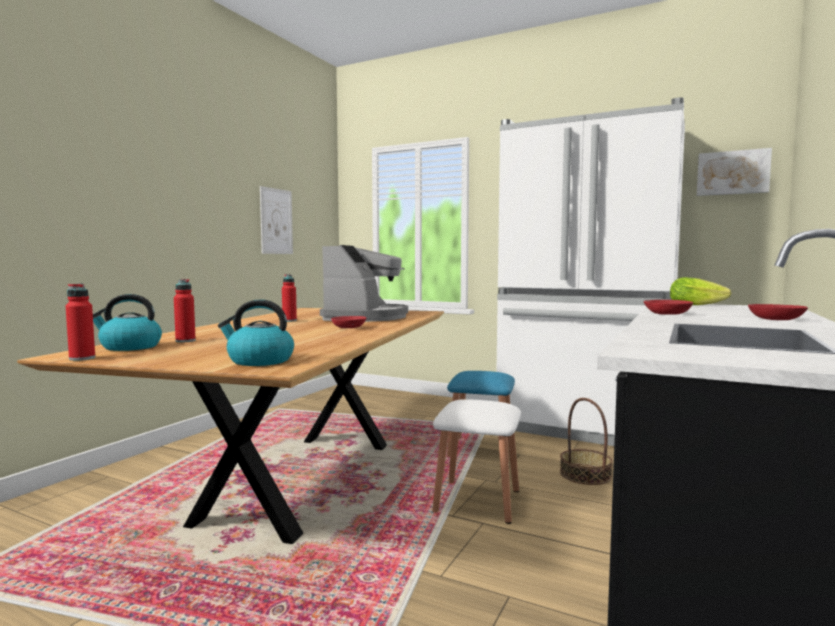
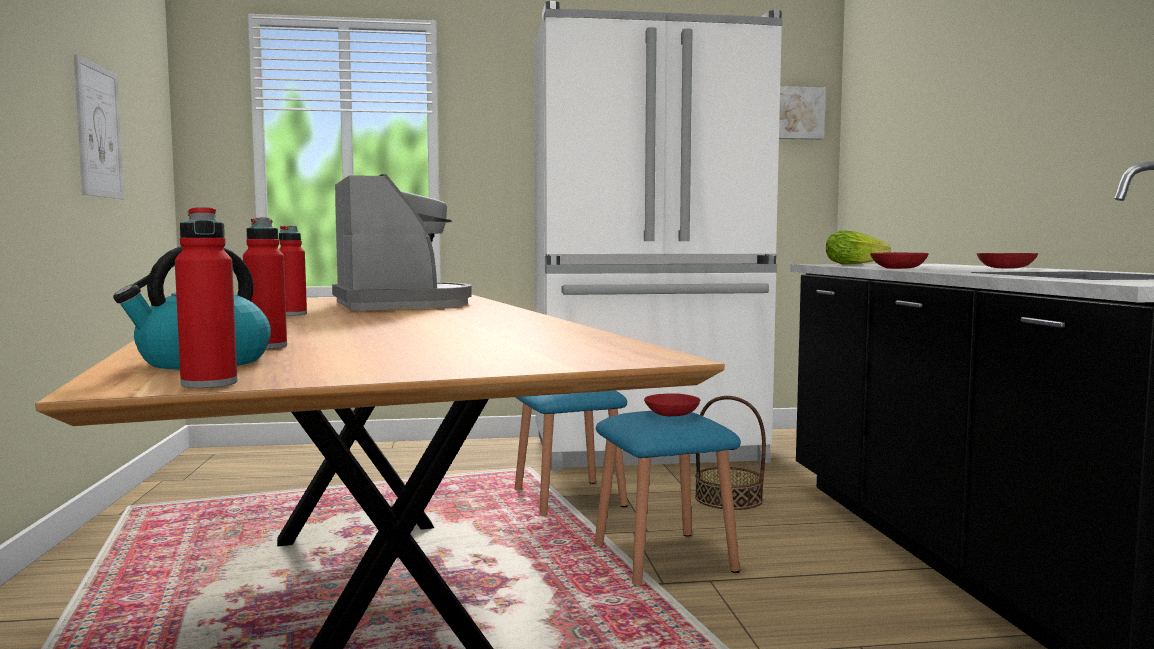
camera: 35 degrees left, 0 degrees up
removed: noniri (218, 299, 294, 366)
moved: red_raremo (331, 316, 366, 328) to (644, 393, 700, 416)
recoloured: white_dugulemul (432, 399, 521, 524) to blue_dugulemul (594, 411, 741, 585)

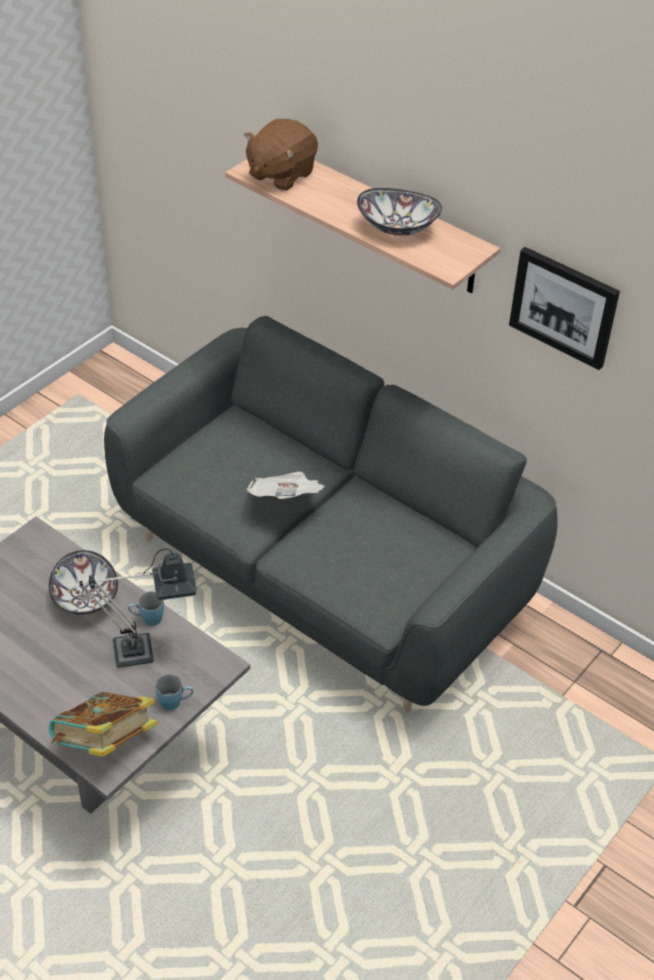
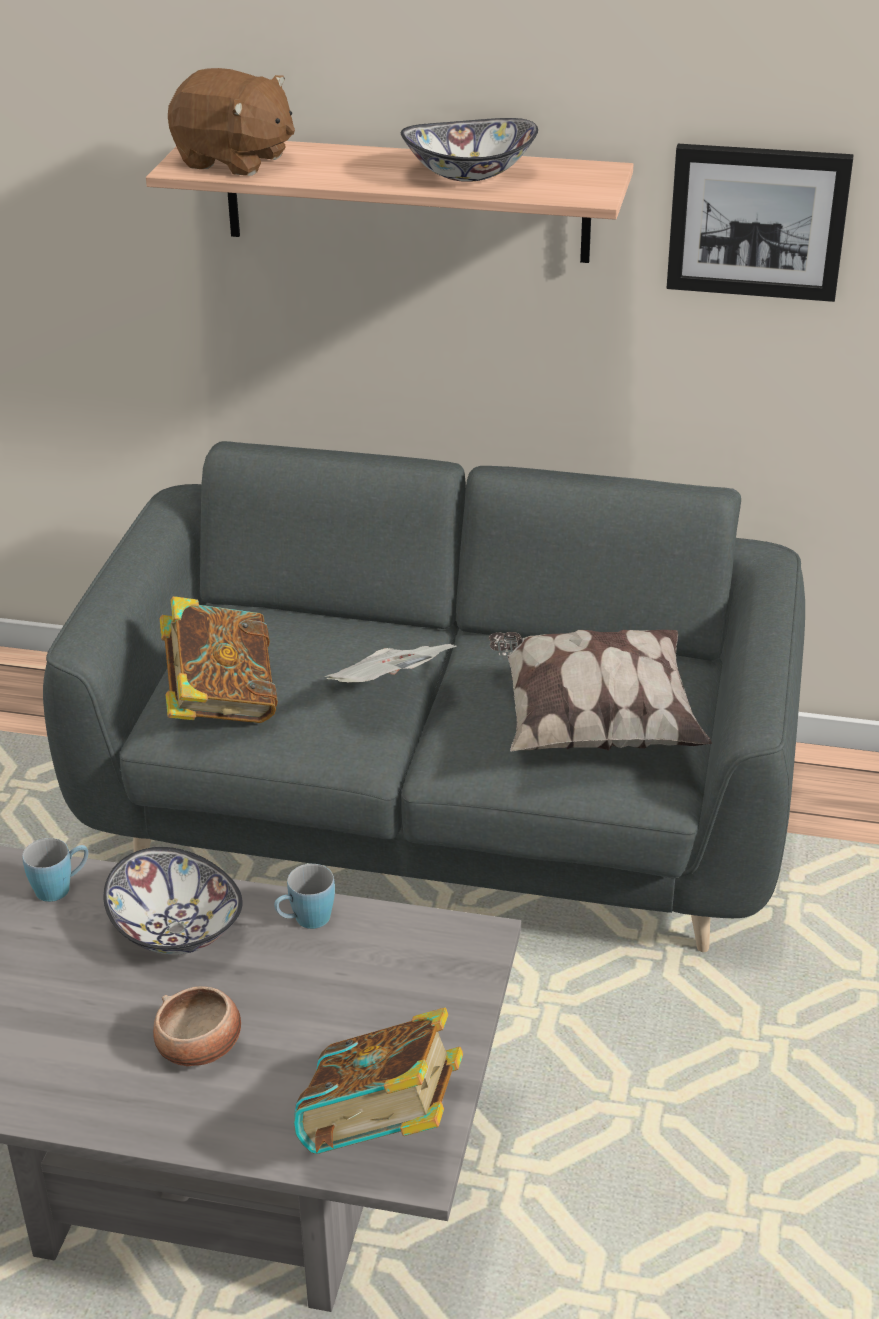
camera: 25 degrees left, 10 degrees down
removed: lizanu (79, 549, 197, 668)
added: raremo (153, 986, 241, 1066); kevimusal (160, 596, 278, 723); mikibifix (489, 630, 712, 752)
moved: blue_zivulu (155, 674, 194, 710) to (22, 838, 88, 902)
turned: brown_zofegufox (244, 119, 318, 191) = (168, 68, 295, 176) 75 degrees counterclockwise

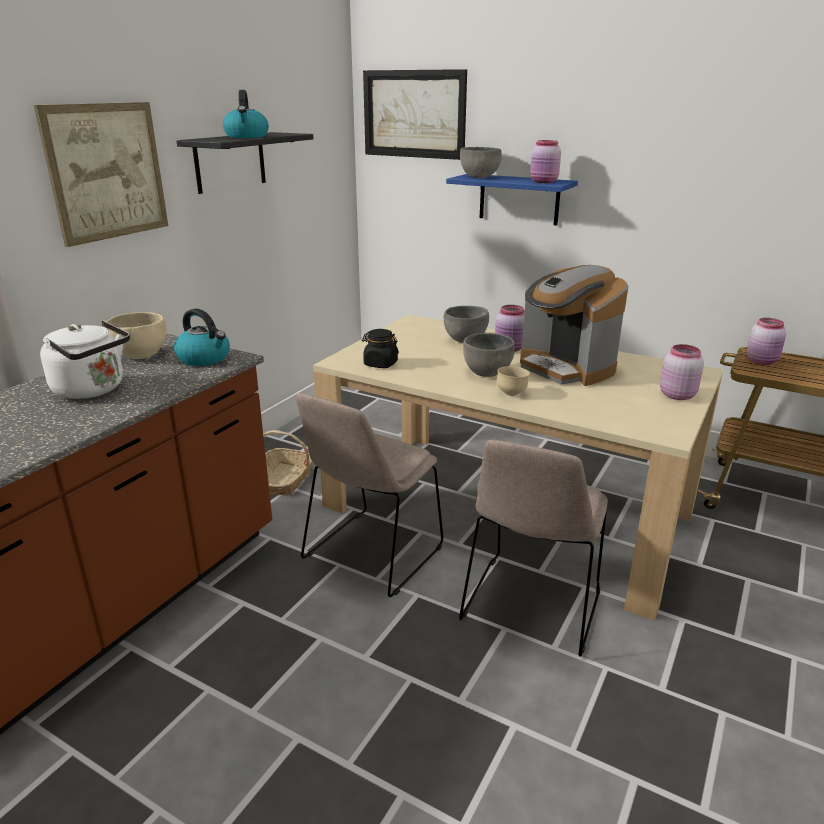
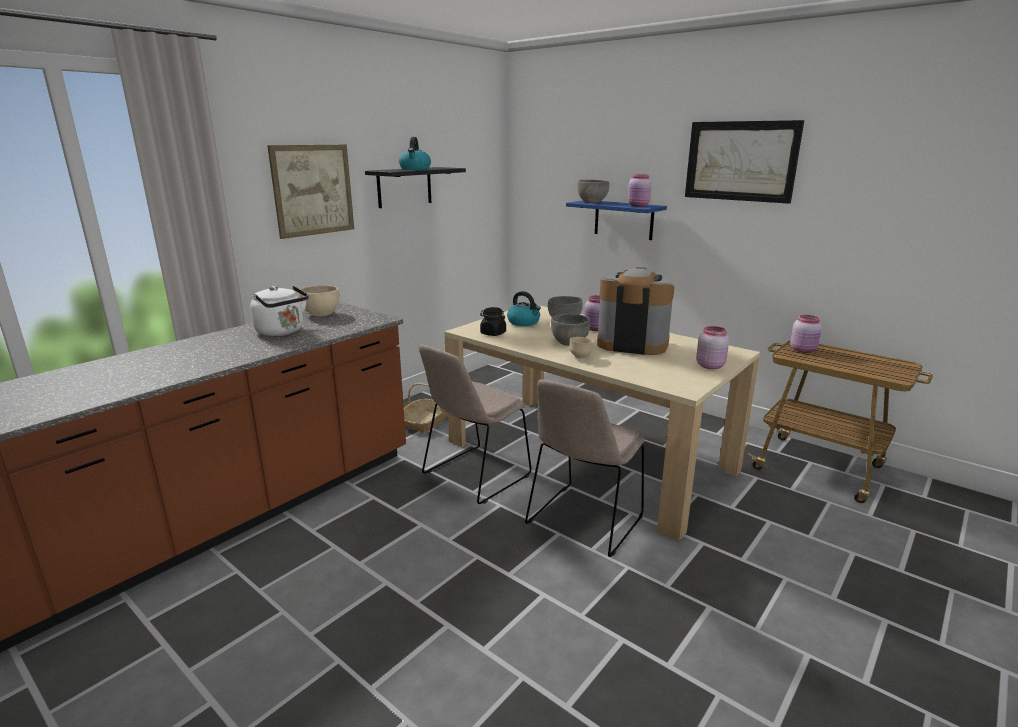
camera: 10 degrees right, 5 degrees down
moved: noniri (174, 309, 230, 366) to (507, 291, 541, 326); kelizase (363, 69, 467, 160) to (685, 120, 804, 204)
turned: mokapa (520, 265, 628, 386) = (597, 267, 675, 355) 135 degrees clockwise

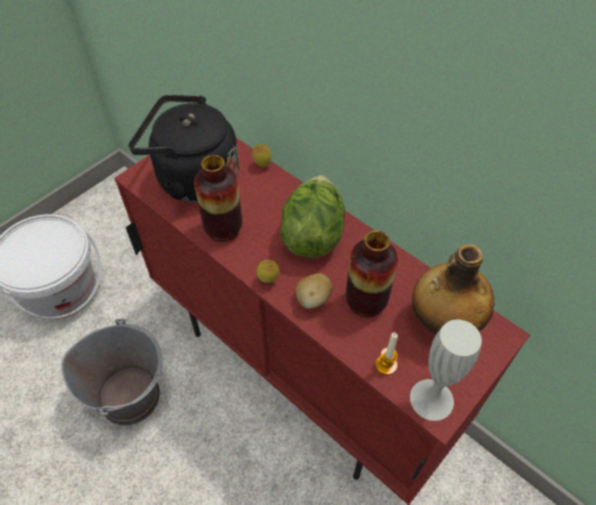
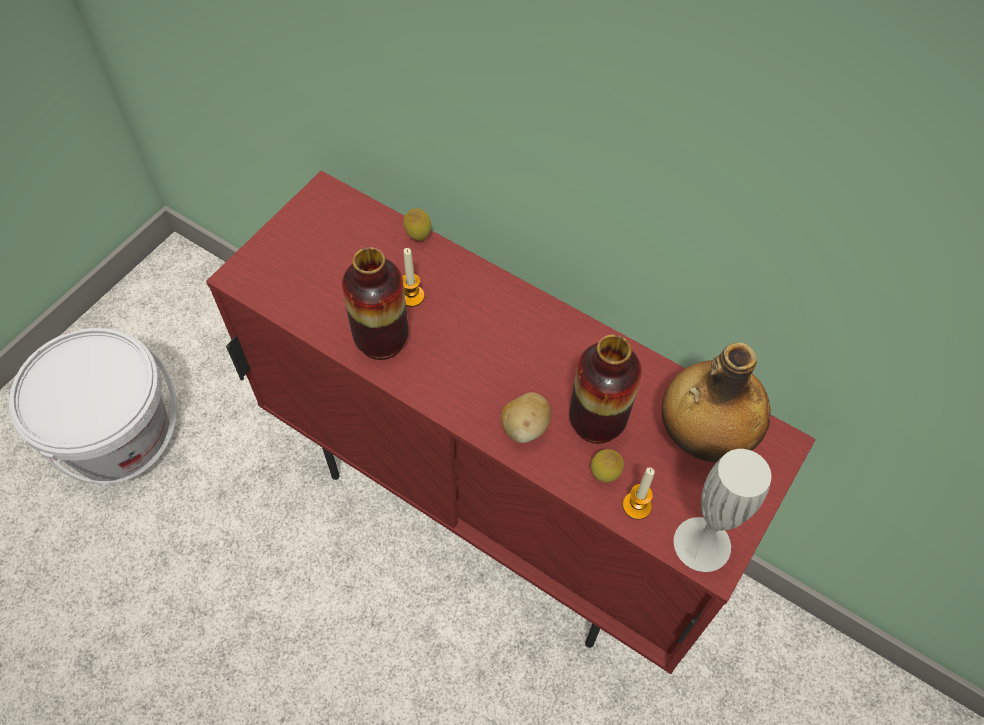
camera: 10 degrees left, 5 degrees up
removed: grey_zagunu (61, 318, 163, 426); black_noniri (128, 95, 239, 203); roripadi (280, 175, 345, 258)
added: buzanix (402, 248, 425, 307)
moved: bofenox (256, 259, 279, 283) to (591, 449, 624, 482)

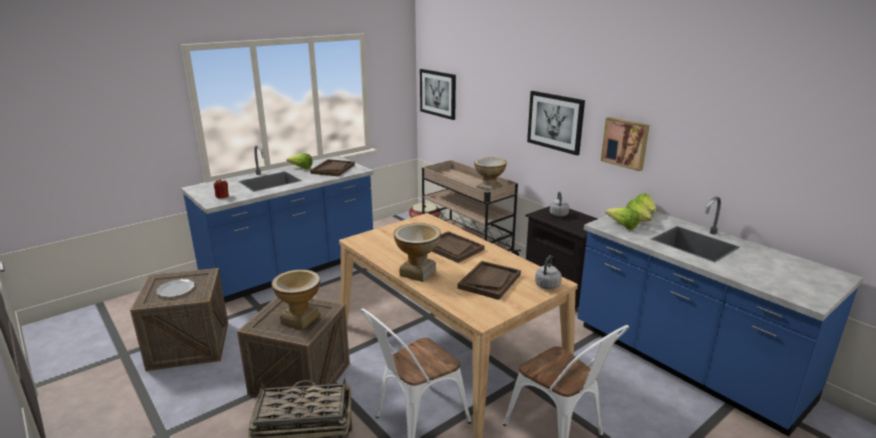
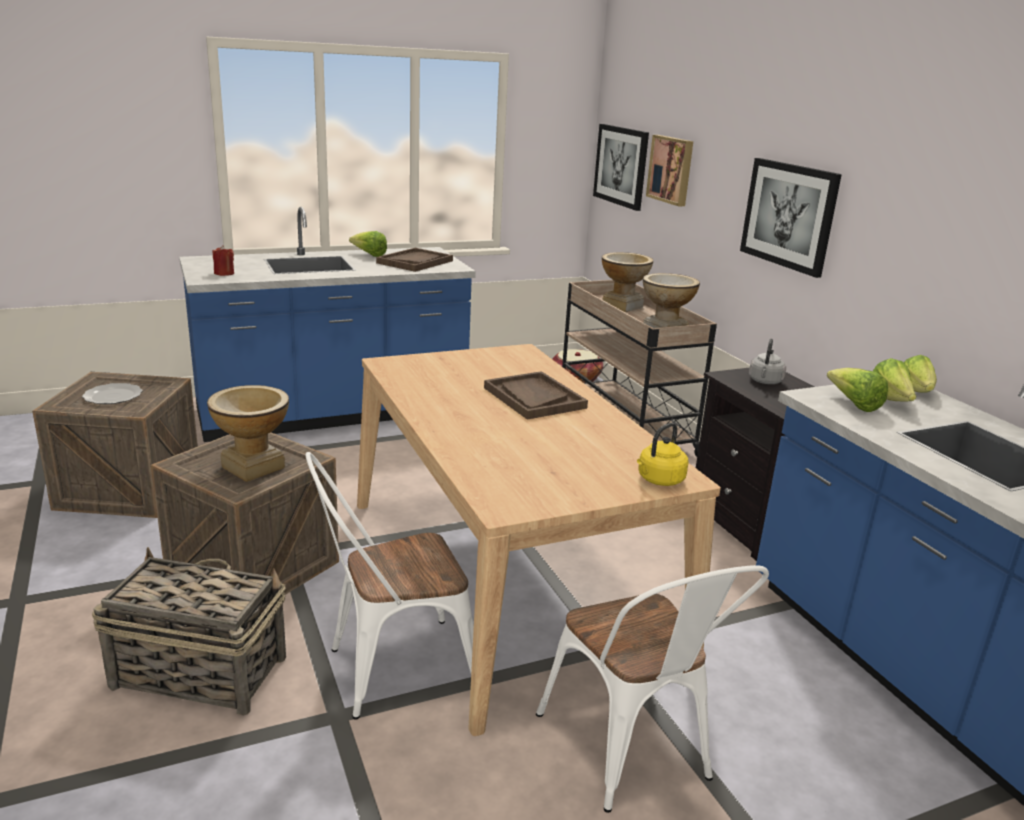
camera: 15 degrees right, 0 degrees up
removed: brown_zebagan (458, 261, 521, 300)
moved: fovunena (394, 223, 441, 282) to (602, 252, 653, 312); kelizase (601, 117, 649, 171) to (646, 135, 693, 206)
recoloured: grey_noniri (535, 255, 562, 289) to yellow_noniri (637, 423, 689, 486)

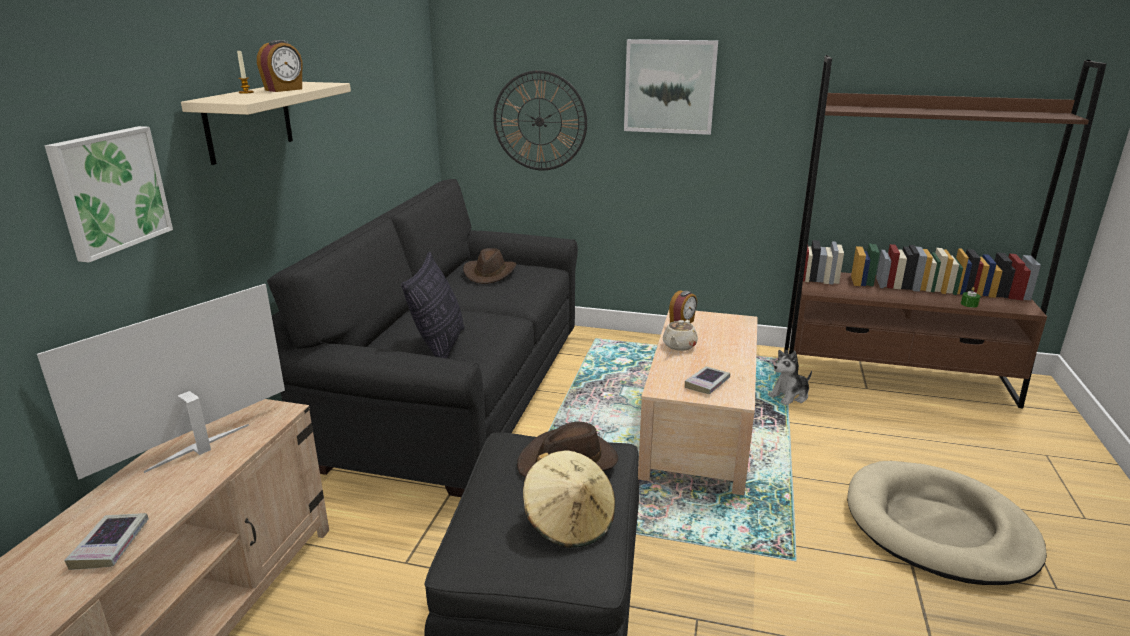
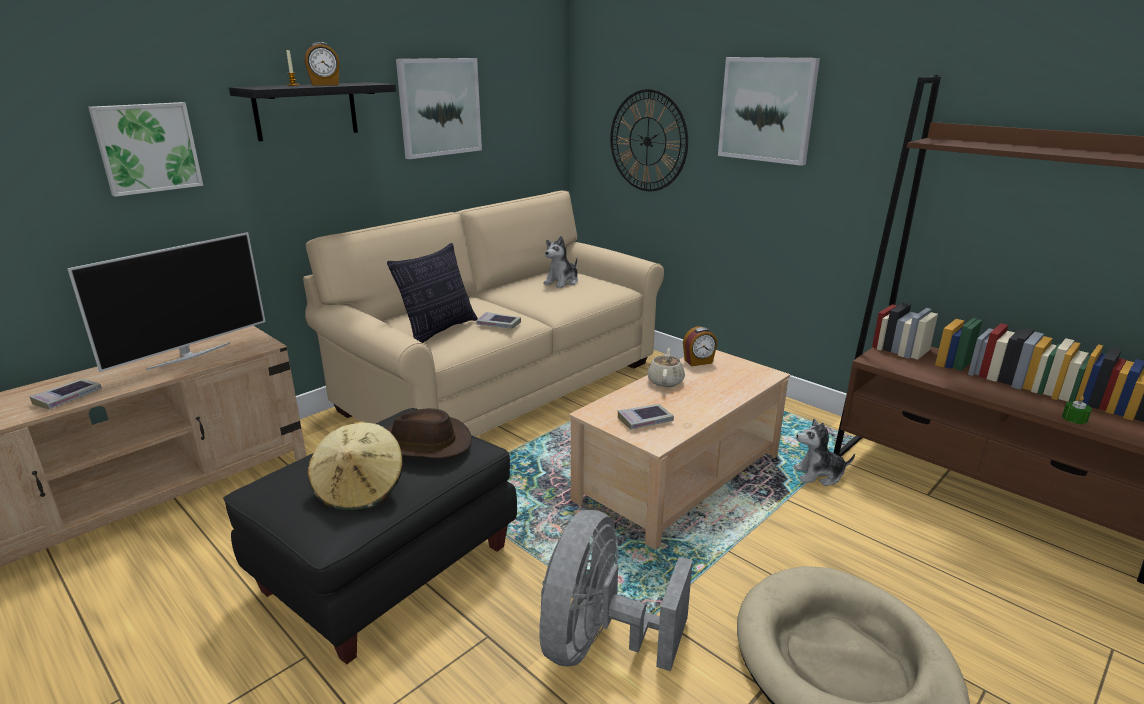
camera: 30 degrees right, 0 degrees up
added: kelizase (396, 58, 482, 159); kevimusal (476, 312, 521, 329); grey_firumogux (539, 510, 693, 671)
replaced: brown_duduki (463, 248, 517, 284) to zofegufox (543, 236, 578, 288)
recoloured: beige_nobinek (181, 82, 351, 165) to black_nobinek (229, 82, 396, 141); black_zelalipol (267, 179, 578, 497) to beige_zelalipol (303, 191, 664, 437)
turned: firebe (37, 284, 285, 479) = (67, 232, 265, 372) 150 degrees clockwise; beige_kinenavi (663, 320, 698, 351) = (647, 348, 685, 387) 135 degrees clockwise

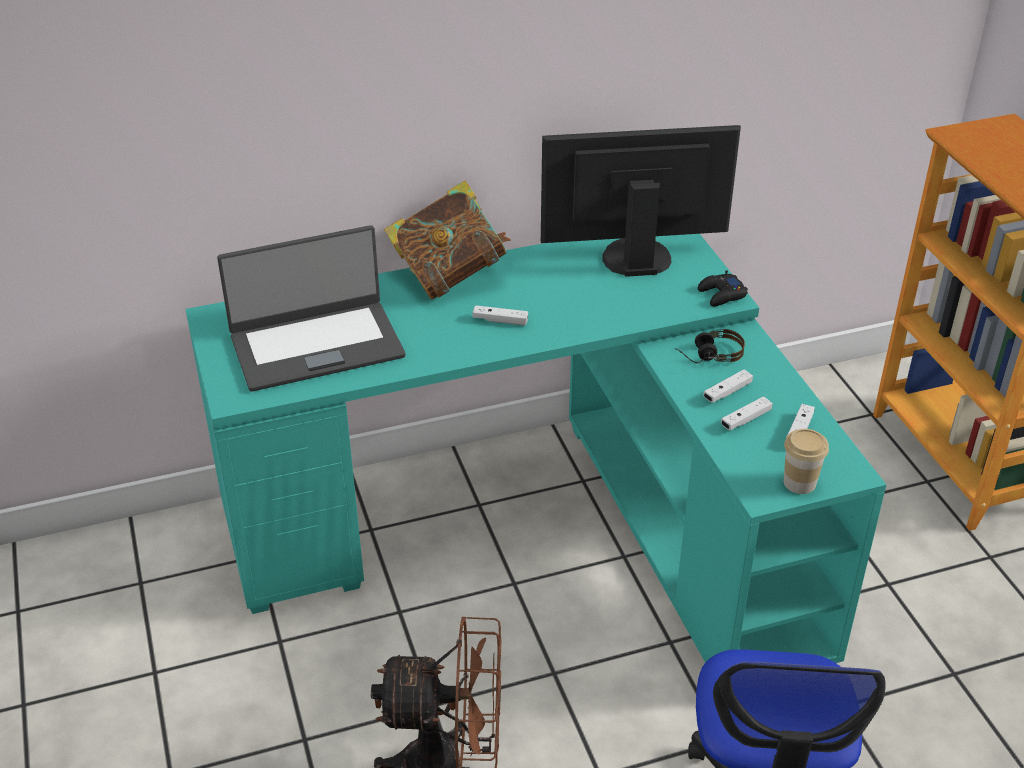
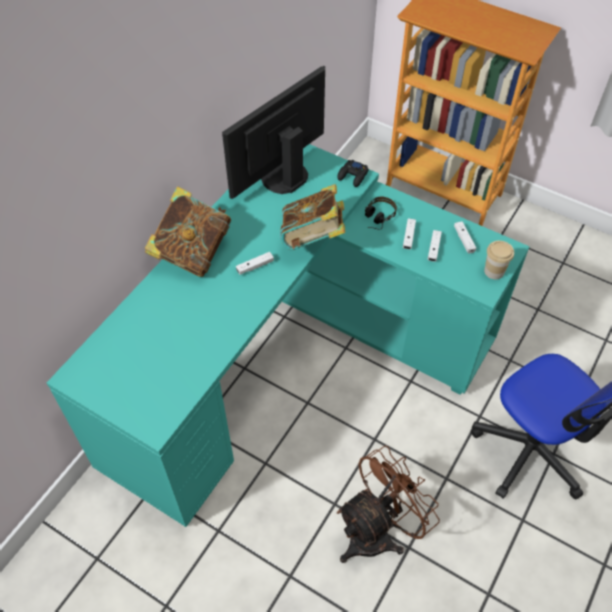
camera: 40 degrees left, 15 degrees up
removed: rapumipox (217, 225, 405, 391)
added: kevimusal (280, 184, 345, 250)

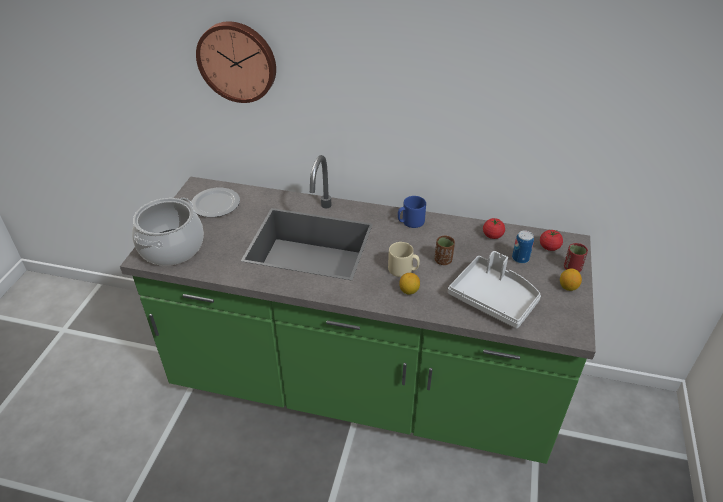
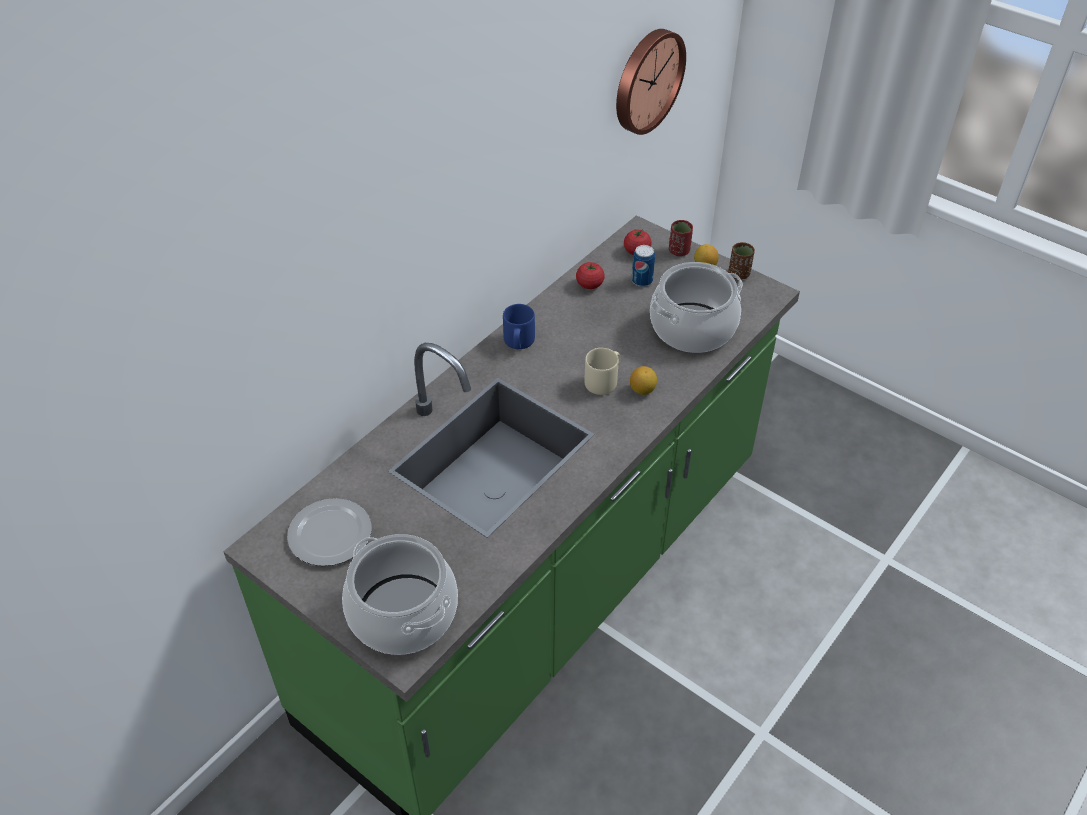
camera: 65 degrees left, 5 degrees up
moved: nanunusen (196, 21, 276, 103) to (616, 29, 686, 135); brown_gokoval (434, 235, 455, 265) to (728, 242, 755, 279)
replaced: grey_zebagan (448, 251, 541, 329) to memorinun (650, 262, 742, 353)

